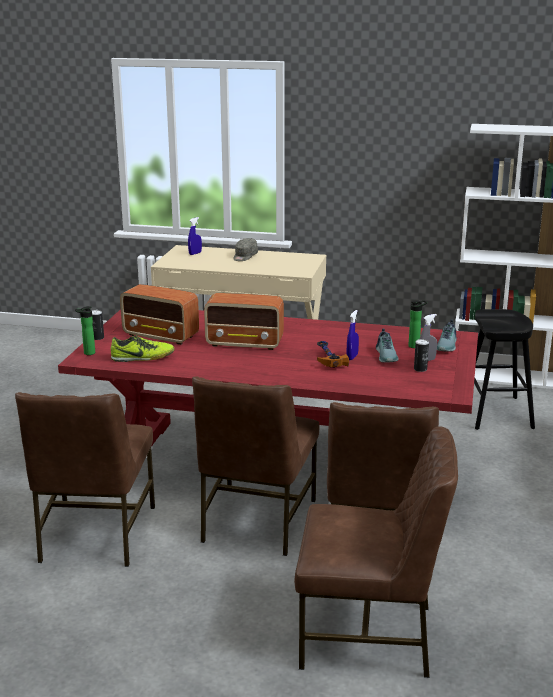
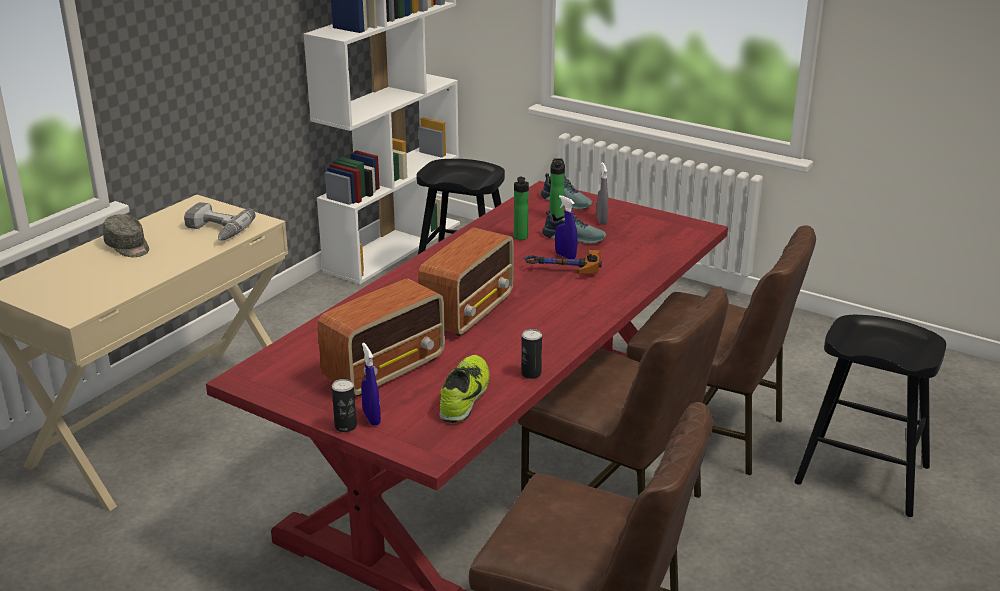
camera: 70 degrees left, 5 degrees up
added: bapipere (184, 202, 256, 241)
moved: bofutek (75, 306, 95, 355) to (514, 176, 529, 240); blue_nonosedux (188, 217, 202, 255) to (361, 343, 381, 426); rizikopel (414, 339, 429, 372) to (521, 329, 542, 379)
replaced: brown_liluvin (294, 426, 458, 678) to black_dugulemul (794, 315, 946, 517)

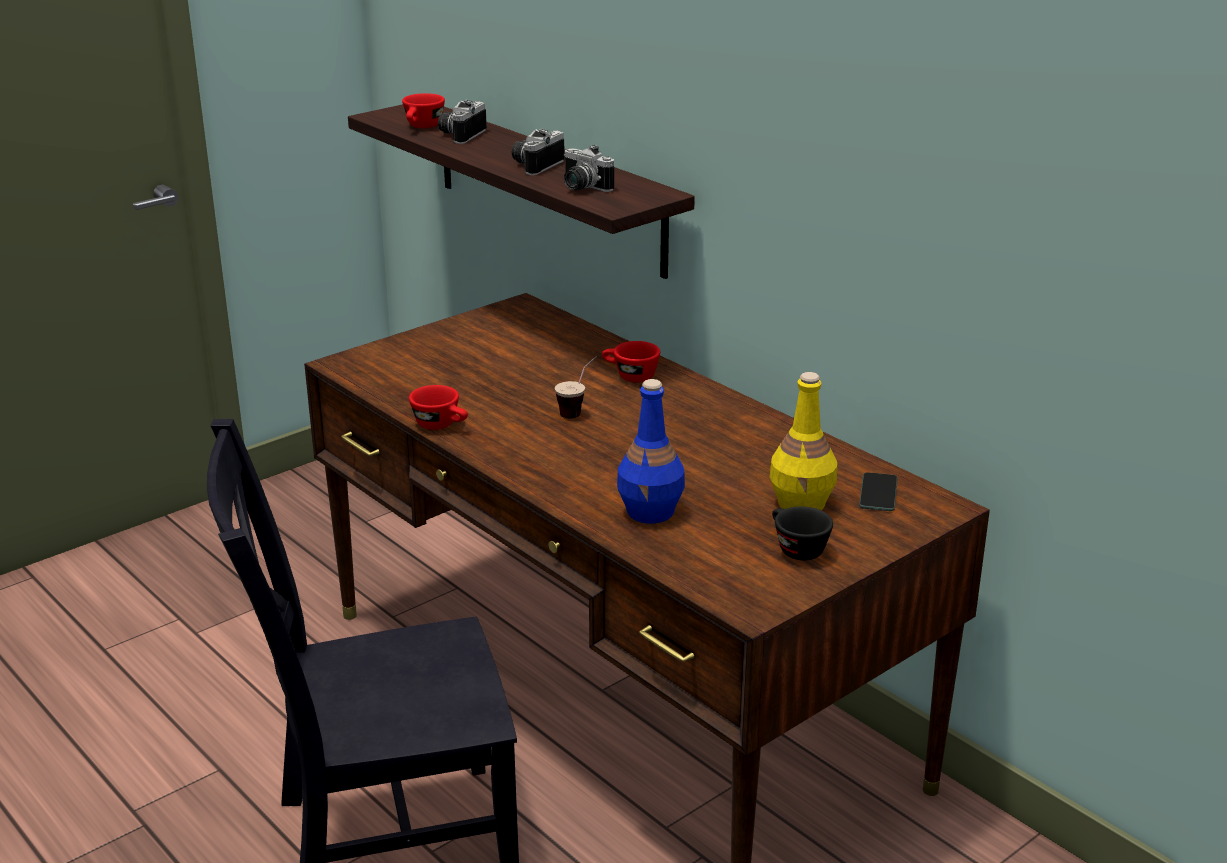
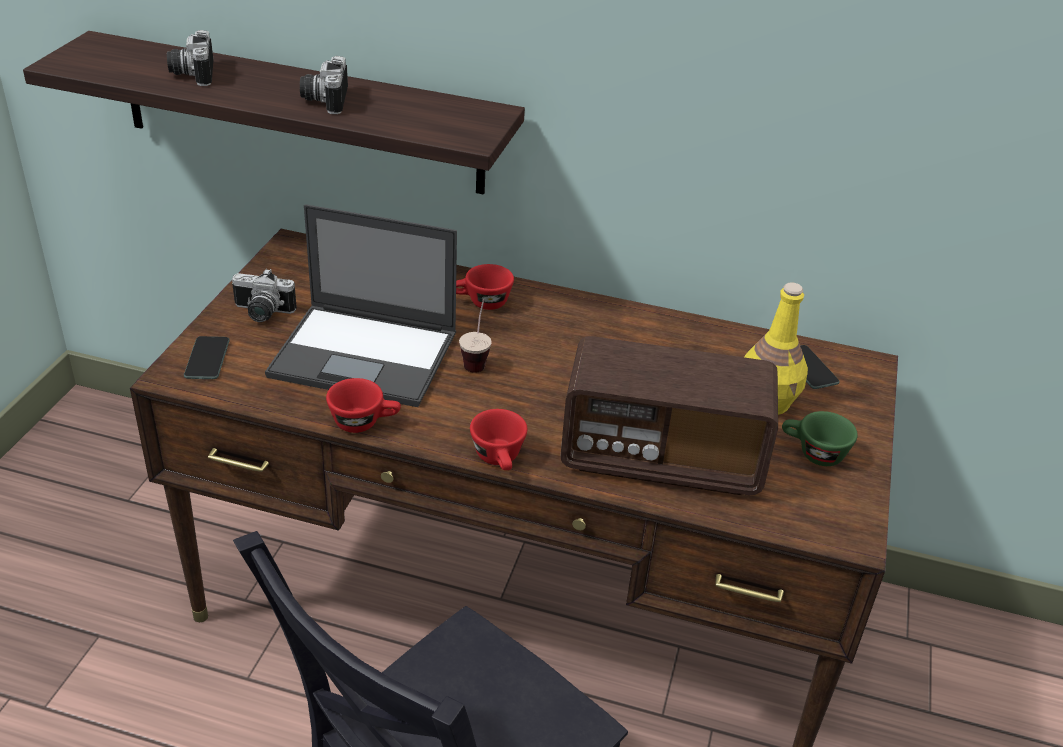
camera: 35 degrees left, 10 degrees up
added: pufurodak (184, 336, 230, 379); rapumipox (265, 204, 457, 407)
moved: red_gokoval (402, 93, 445, 128) to (470, 409, 527, 470); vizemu (564, 145, 614, 192) to (232, 268, 297, 322)
replaced: blue_bofutek (617, 379, 685, 524) to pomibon (560, 336, 778, 495)
recoloured: black_gokoval (772, 506, 833, 560) to green_gokoval (782, 411, 858, 466)

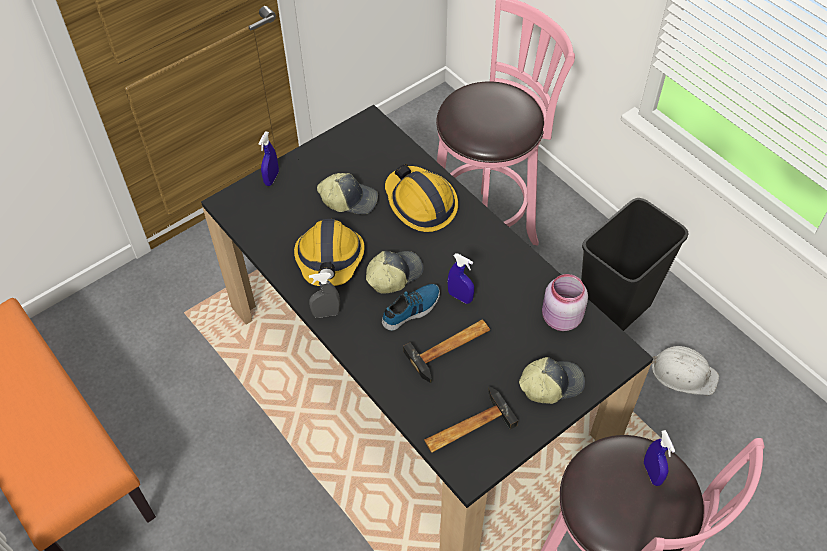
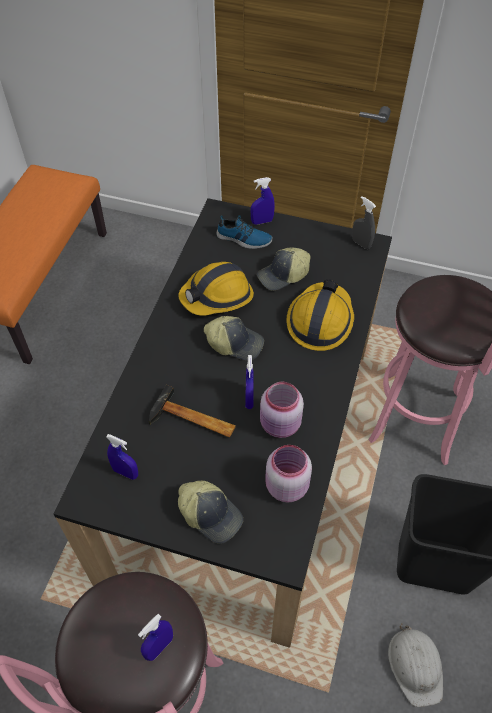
camera: 55 degrees right, 0 degrees up
added: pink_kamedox (260, 382, 304, 438)
moved: grey_nonosedux (309, 272, 340, 318) to (352, 196, 376, 249); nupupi (382, 284, 440, 331) to (216, 215, 273, 249)
replaced: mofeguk (424, 386, 518, 453) to blue_nonosedux (106, 434, 138, 480)
turned: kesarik (317, 173, 378, 215) = (257, 247, 310, 291) 90 degrees clockwise

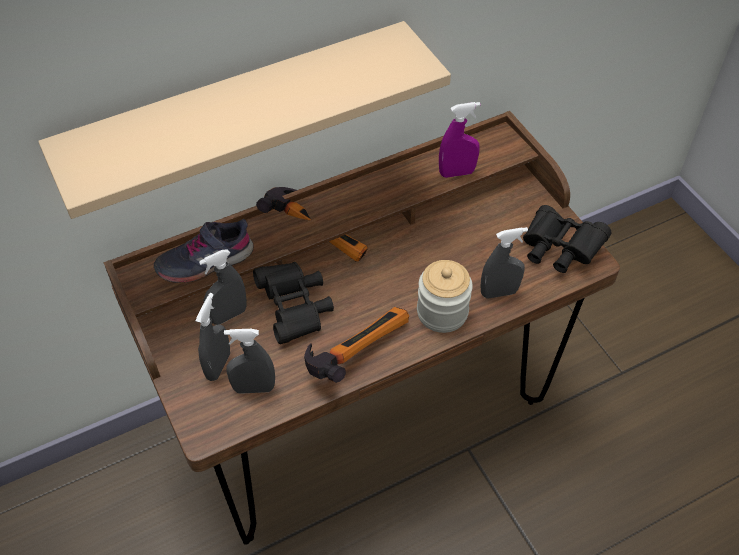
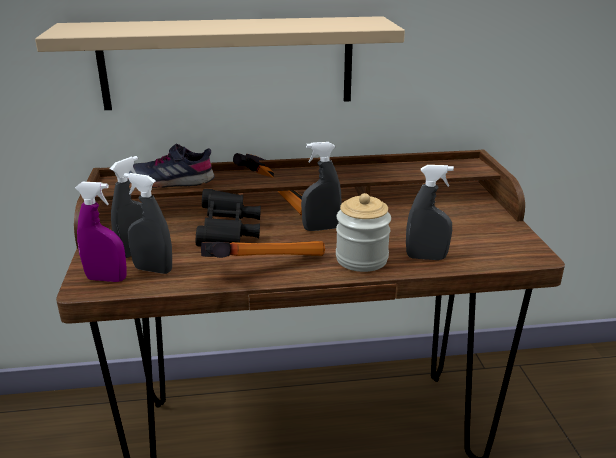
camera: 20 degrees right, 25 degrees down
removed: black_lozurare (523, 205, 611, 273)
moved: grey_nonosedux (199, 249, 247, 325) to (301, 142, 342, 231); purple_nonosedux (439, 102, 480, 178) to (75, 182, 127, 282)

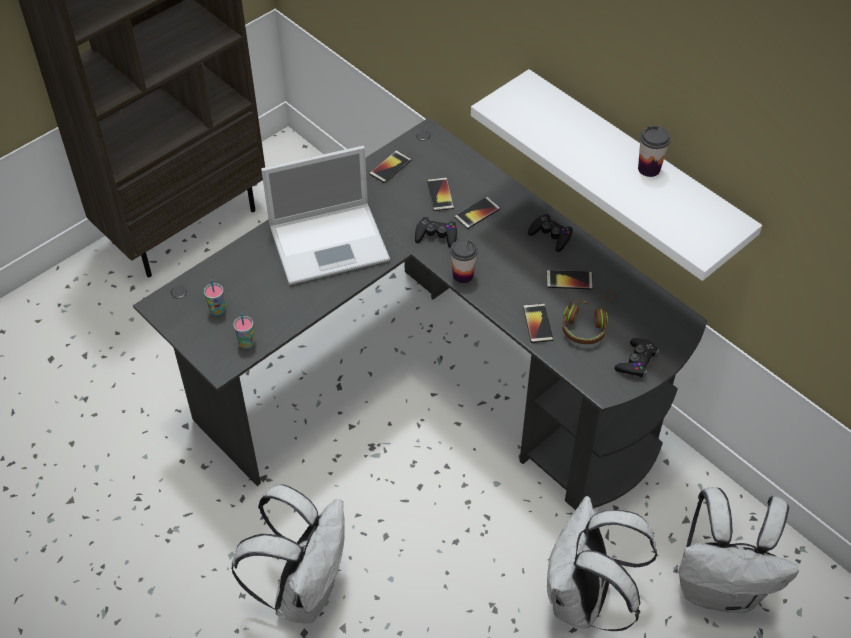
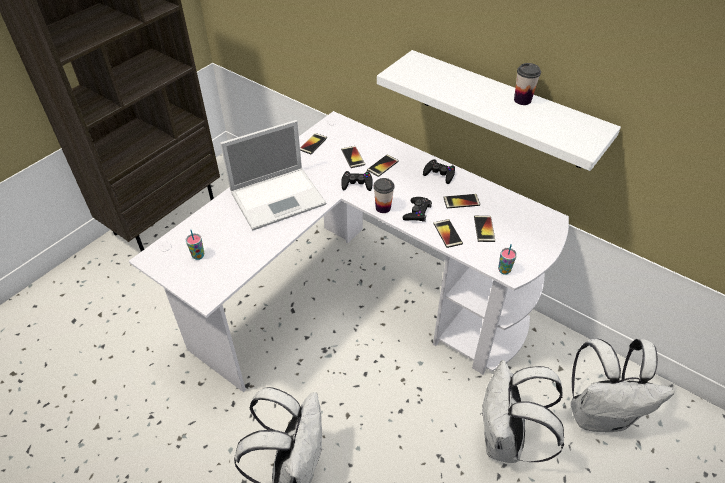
camera: 10 degrees left, 5 degrees down
moved: gokoval (233, 313, 255, 349) to (498, 244, 517, 275); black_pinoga (615, 338, 659, 378) to (403, 197, 432, 222)
replaced: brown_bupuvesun (562, 291, 617, 344) to pufurodak (474, 216, 495, 242)
recoloured: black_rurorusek (133, 118, 707, 510) to white_rurorusek (129, 111, 569, 392)

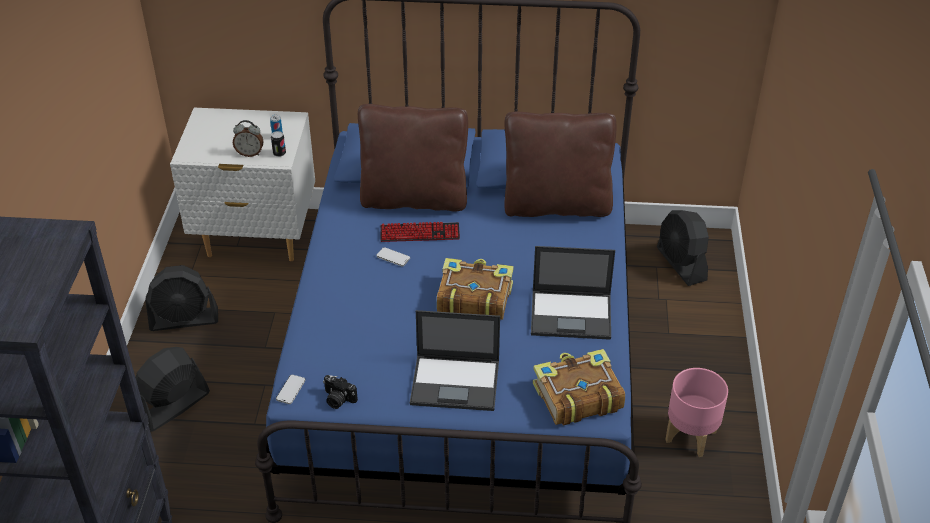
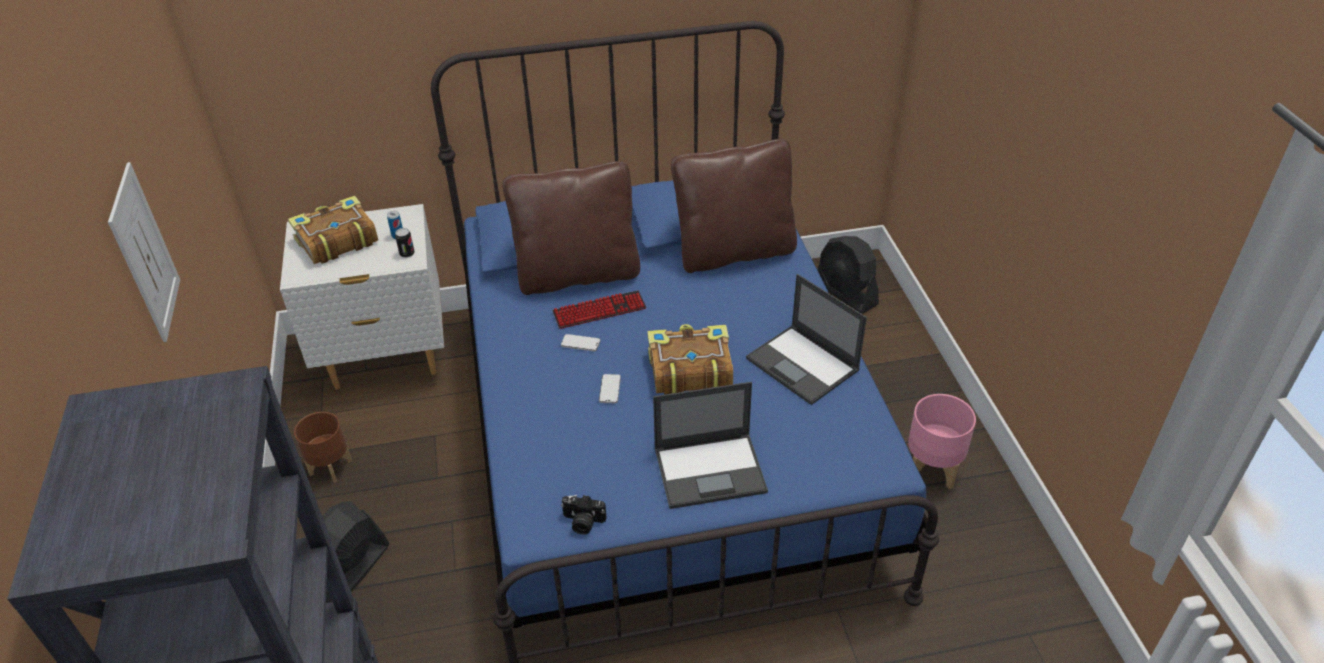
camera: 15 degrees left, 0 degrees up
removed: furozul (233, 120, 263, 157)
added: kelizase (108, 162, 180, 342)
moved: pufurodak (276, 375, 306, 404) to (599, 374, 621, 403); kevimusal (533, 349, 625, 425) to (288, 196, 378, 264)
replaced: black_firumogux (145, 265, 218, 331) to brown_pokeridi (294, 412, 352, 483)
turned: rapumipox (531, 246, 615, 340) = (746, 274, 867, 405) 60 degrees clockwise

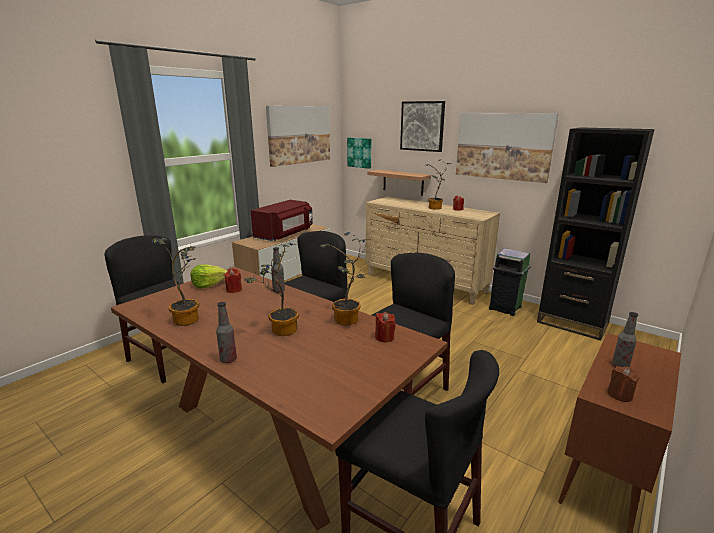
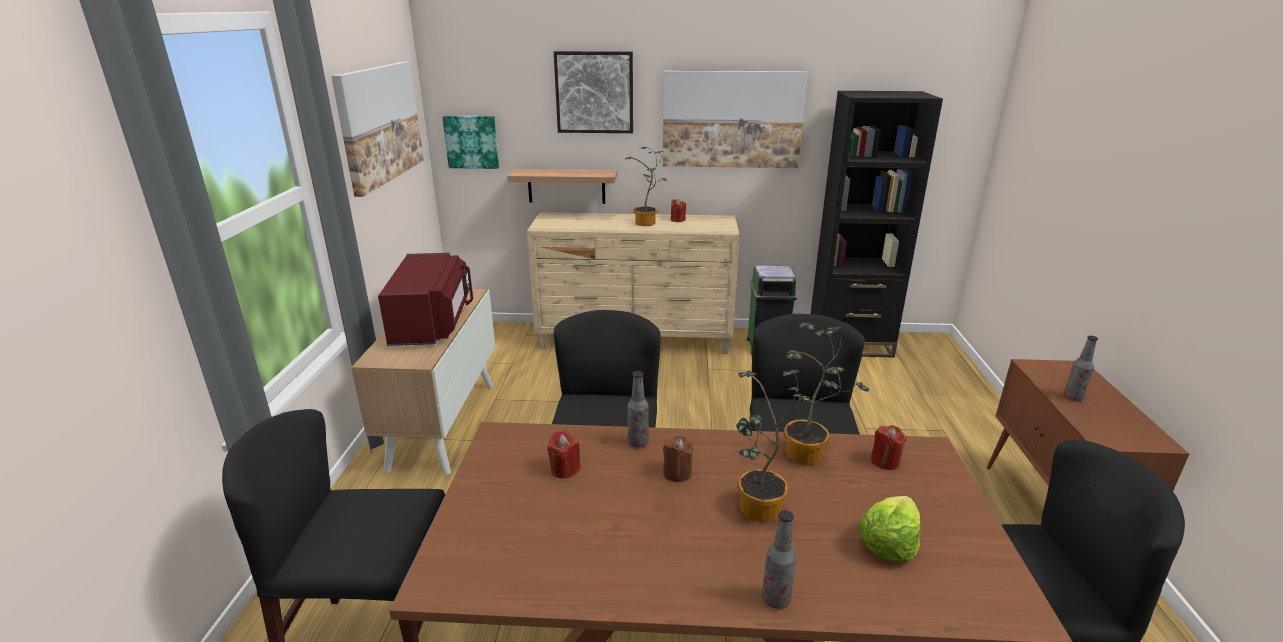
camera: 35 degrees left, 5 degrees up
removed: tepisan (152, 238, 199, 326)
moved: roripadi (191, 265, 228, 288) to (859, 496, 921, 563); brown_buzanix (607, 366, 640, 402) to (663, 435, 694, 482)

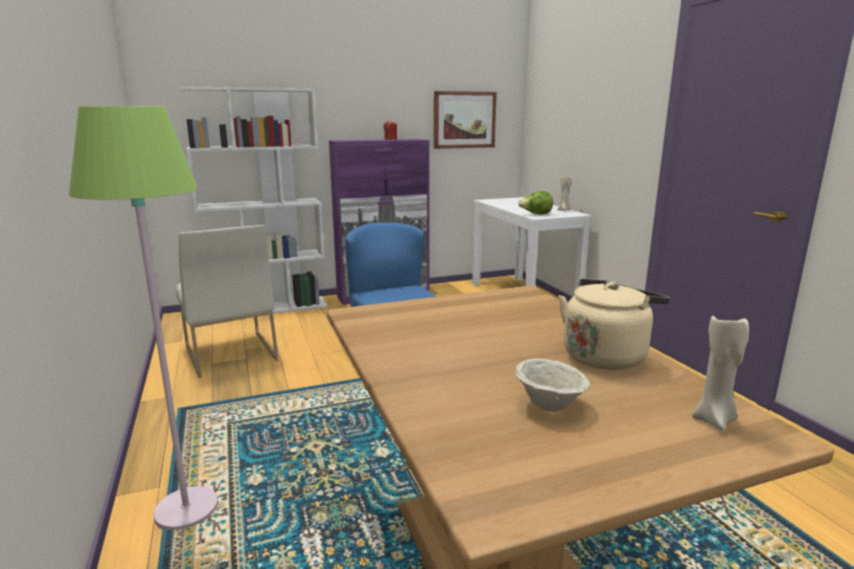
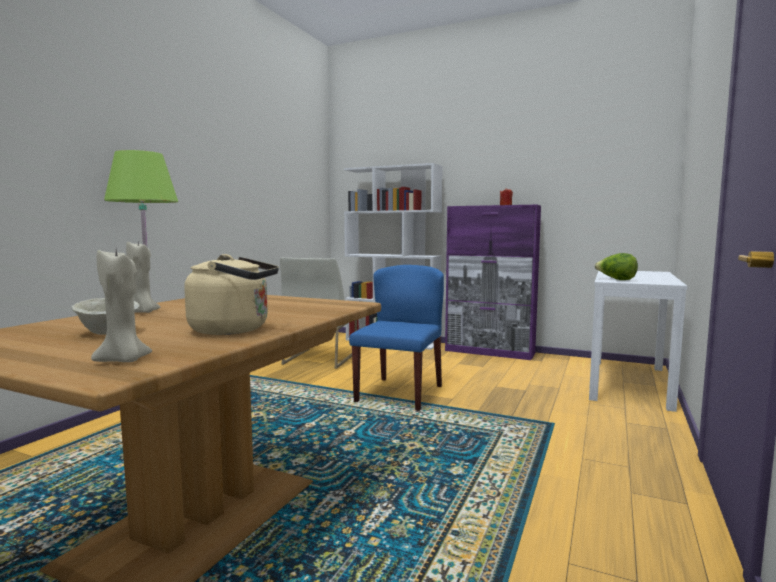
camera: 45 degrees right, 10 degrees down
removed: kelizase (434, 91, 497, 149)
moved: beige_buzanix (557, 176, 572, 211) to (126, 242, 160, 313)

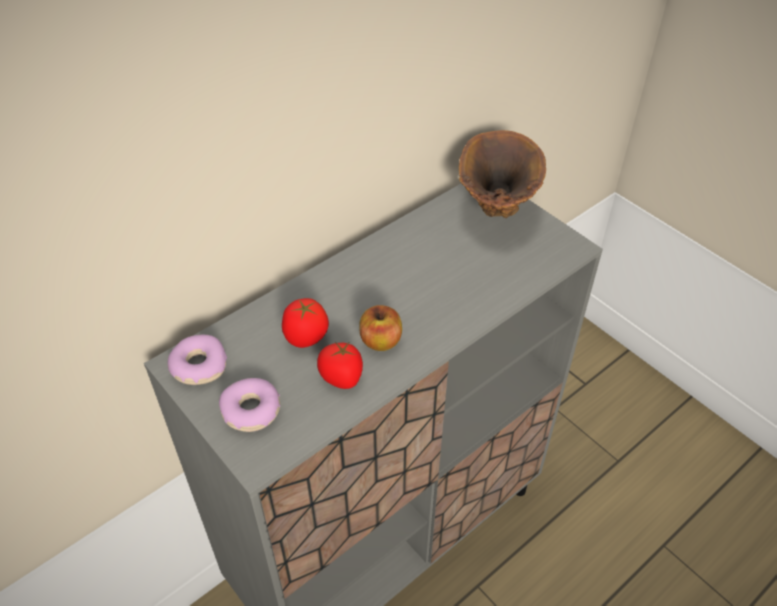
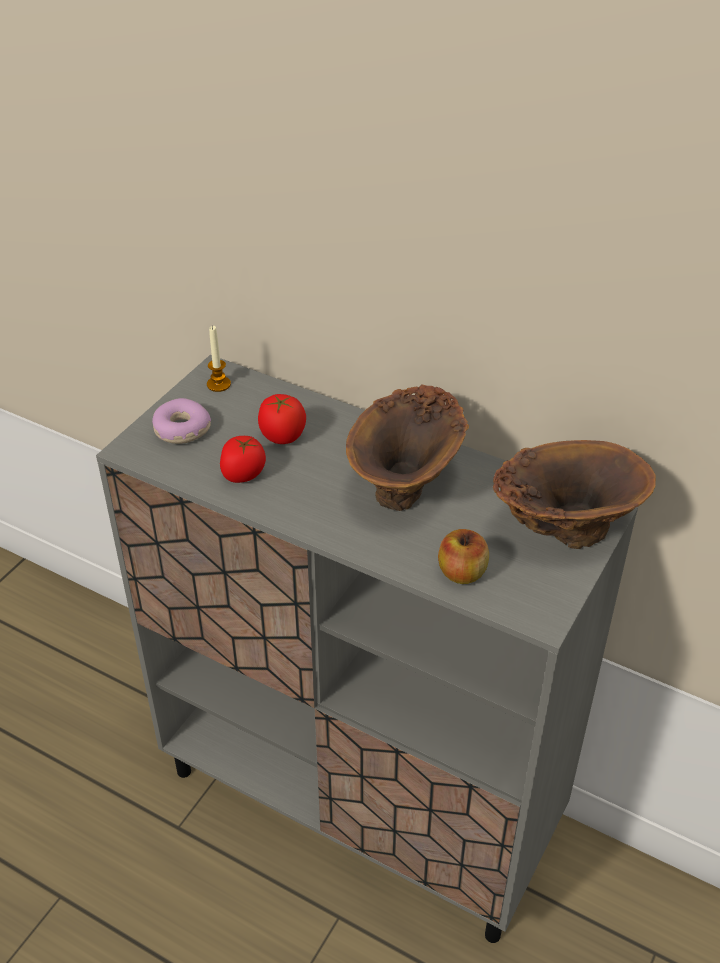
camera: 70 degrees right, 5 degrees down
added: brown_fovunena (346, 384, 469, 511)
moved: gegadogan (359, 305, 402, 351) to (438, 529, 489, 584)
replaced: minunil (168, 335, 227, 385) to buzanix (207, 326, 231, 392)

